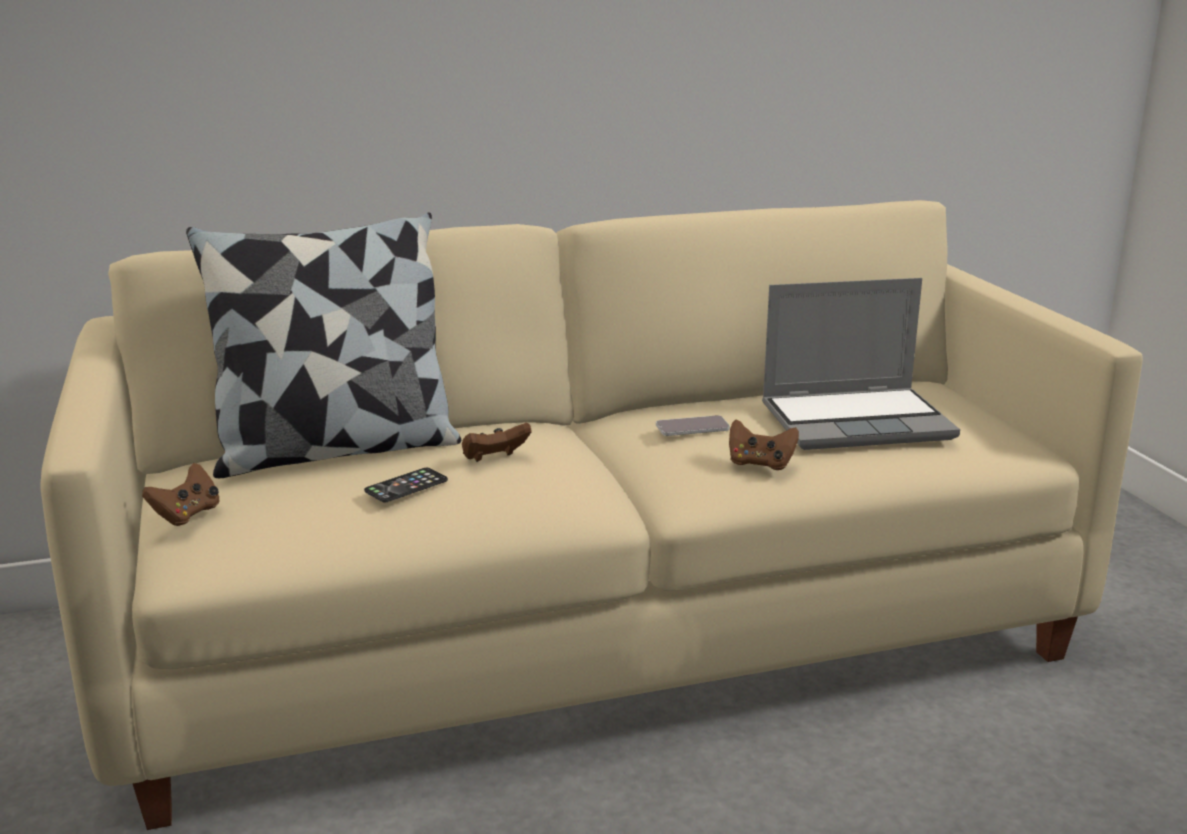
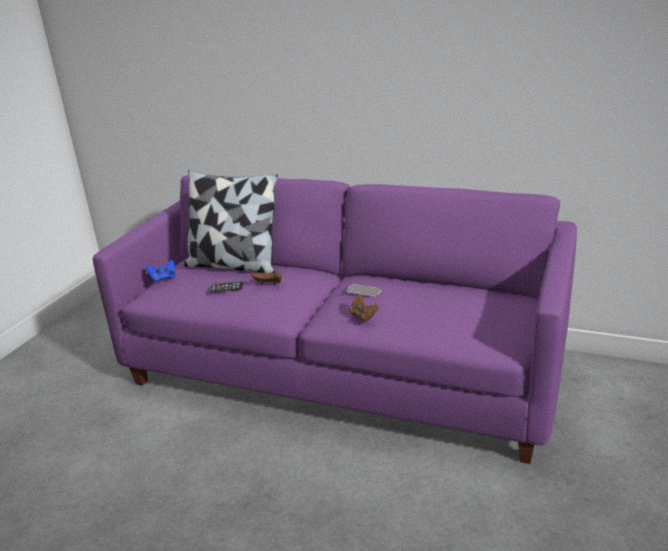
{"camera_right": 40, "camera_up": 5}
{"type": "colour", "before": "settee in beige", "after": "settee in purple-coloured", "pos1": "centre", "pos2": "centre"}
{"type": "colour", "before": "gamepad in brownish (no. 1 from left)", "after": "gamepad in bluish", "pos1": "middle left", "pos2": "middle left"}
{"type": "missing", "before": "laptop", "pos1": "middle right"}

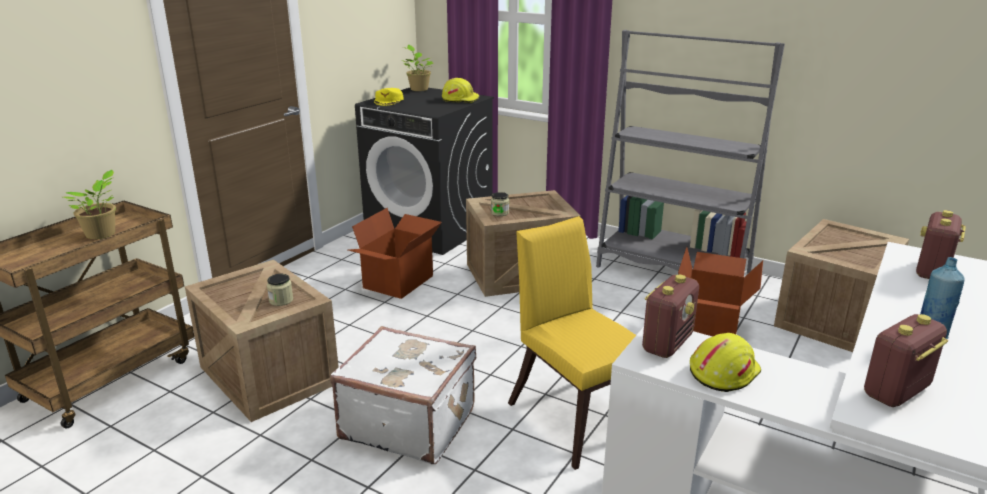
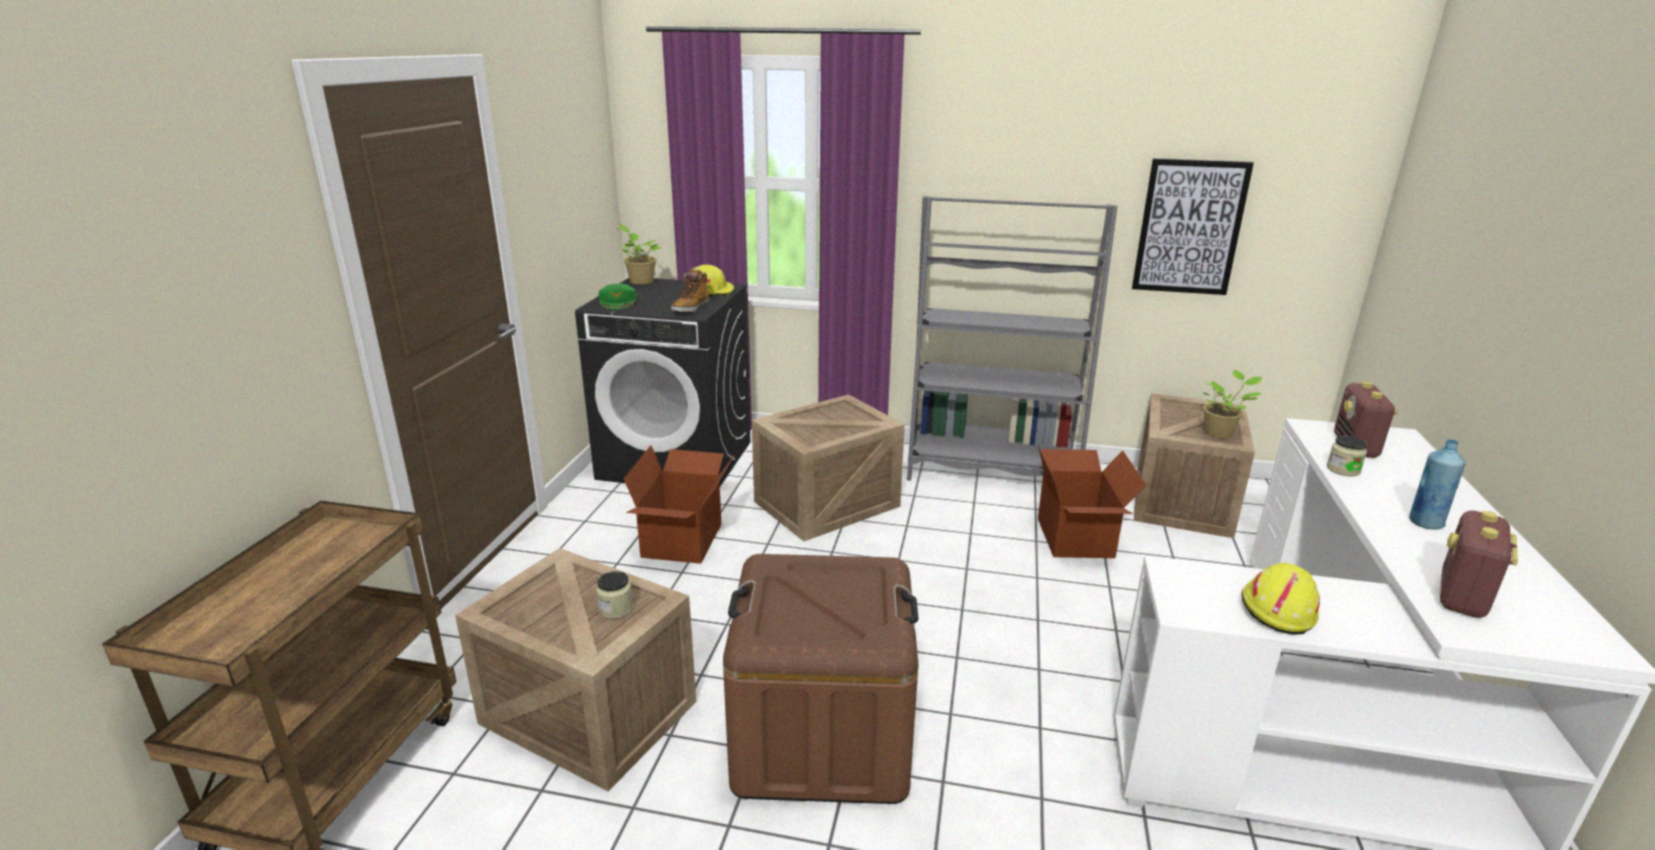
{"camera_right": -20, "camera_up": 0}
{"type": "colour", "before": "peaked cap in yellow-coloured", "after": "peaked cap in green", "pos1": "top centre", "pos2": "centre"}
{"type": "appeared", "after": "high-top boot", "pos2": "centre"}
{"type": "exchanged", "before": "travel case in white", "after": "storage container in brownish", "pos1": "bottom centre", "pos2": "bottom centre"}
{"type": "appeared", "after": "picture", "pos2": "top right"}
{"type": "relocated", "before": "plant in a pot (no. 1 from left in the first image)", "after": "plant in a pot (no. 2 from left)", "pos1": "middle left", "pos2": "middle right"}
{"type": "relocated", "before": "jar (no. 2 from left)", "pos1": "centre", "pos2": "middle right"}
{"type": "missing", "before": "plain chair in yellow-coloured", "pos1": "bottom centre"}
{"type": "missing", "before": "radio receiver (no. 1 from left)", "pos1": "middle right"}

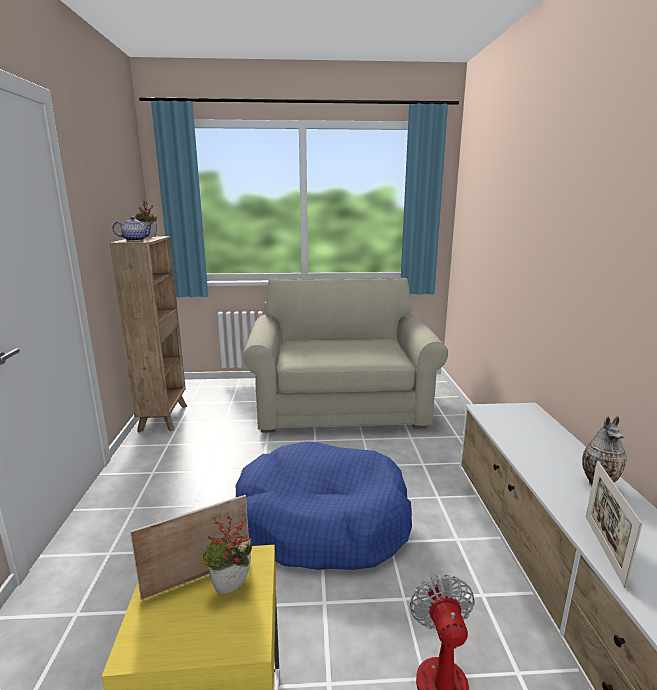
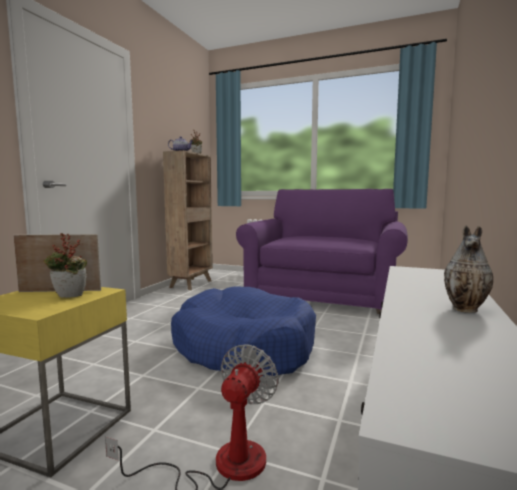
{"camera_right": 25, "camera_up": -10}
{"type": "colour", "before": "settee in beige", "after": "settee in purple-coloured", "pos1": "centre", "pos2": "centre"}
{"type": "missing", "before": "photo frame (no. 2 from left)", "pos1": "bottom right"}

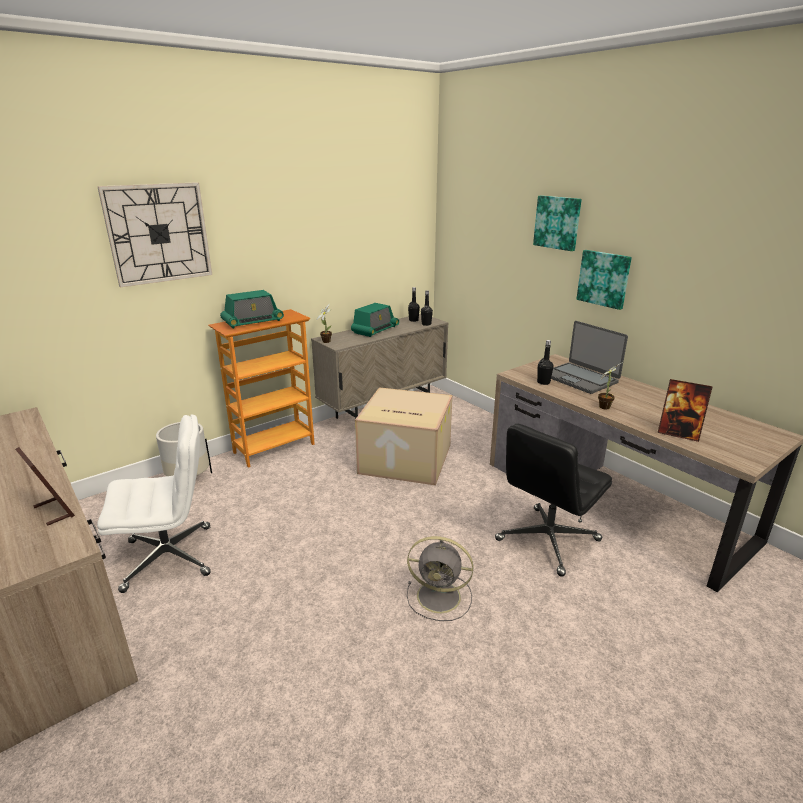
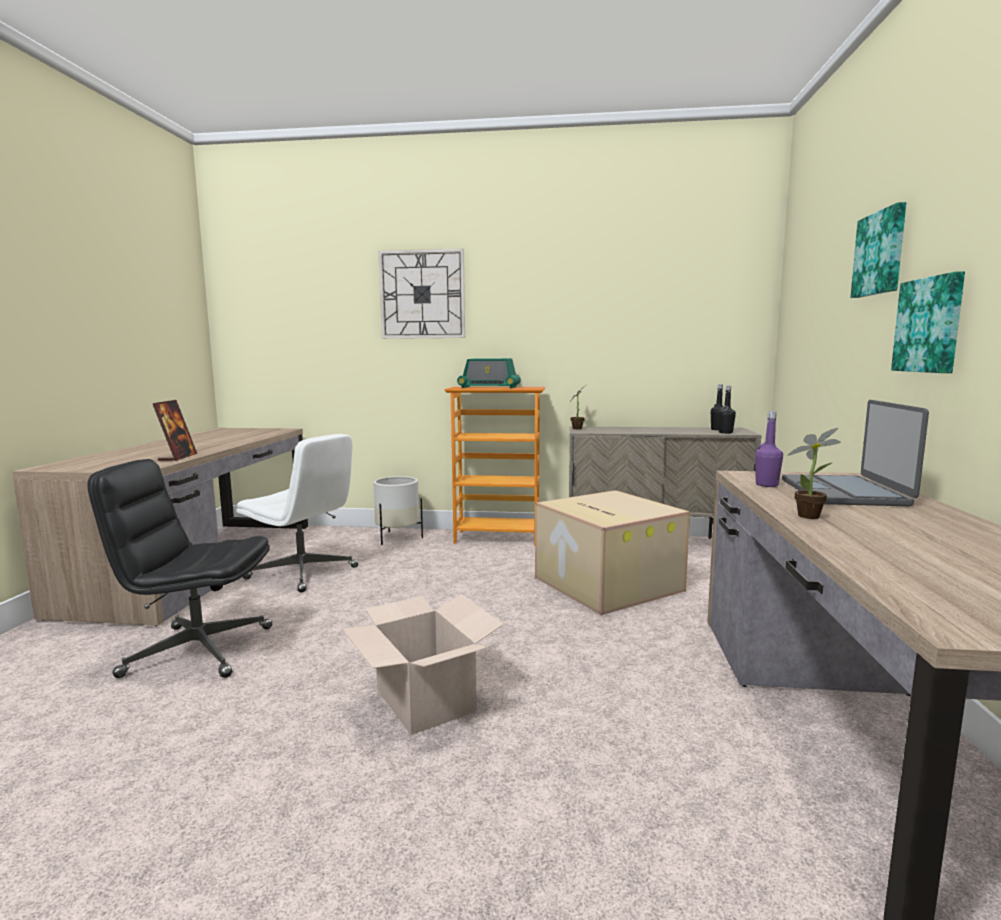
{"camera_right": 45, "camera_up": -15}
{"type": "relocated", "before": "office chair in black-coloured", "pos1": "middle right", "pos2": "middle left"}
{"type": "exchanged", "before": "cooling fan in greyish", "after": "packing box (no. 1 from left)", "pos1": "bottom centre", "pos2": "bottom centre"}
{"type": "colour", "before": "drink bottle in black-coloured (no. 3 from left)", "after": "drink bottle in purple-coloured", "pos1": "middle right", "pos2": "middle right"}
{"type": "missing", "before": "radio receiver (no. 2 from left)", "pos1": "centre"}
{"type": "missing", "before": "photo frame (no. 2 from left)", "pos1": "middle right"}

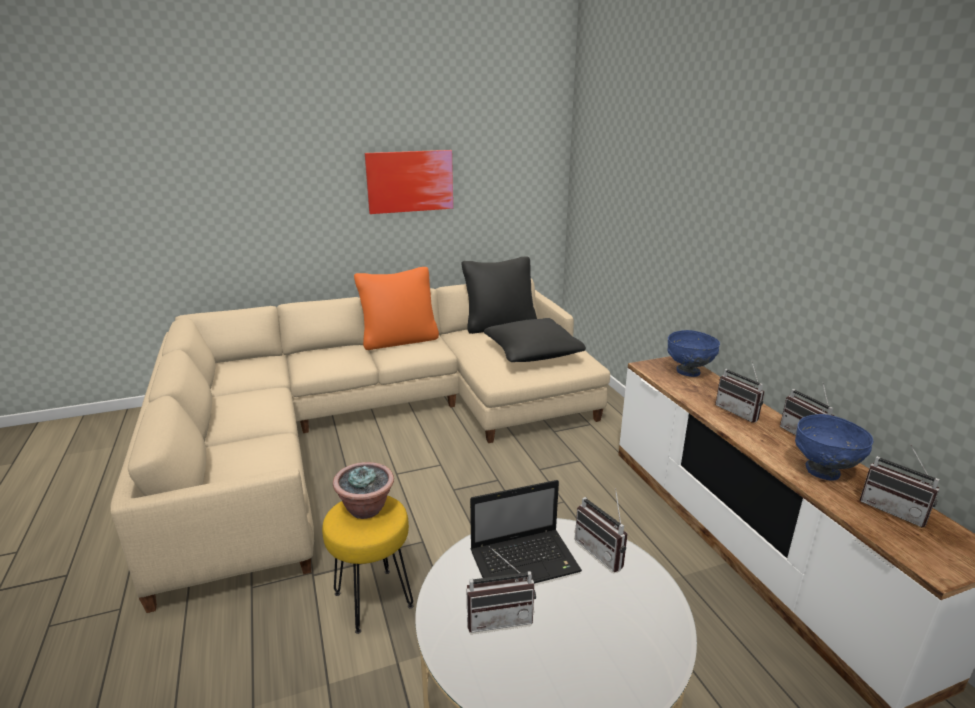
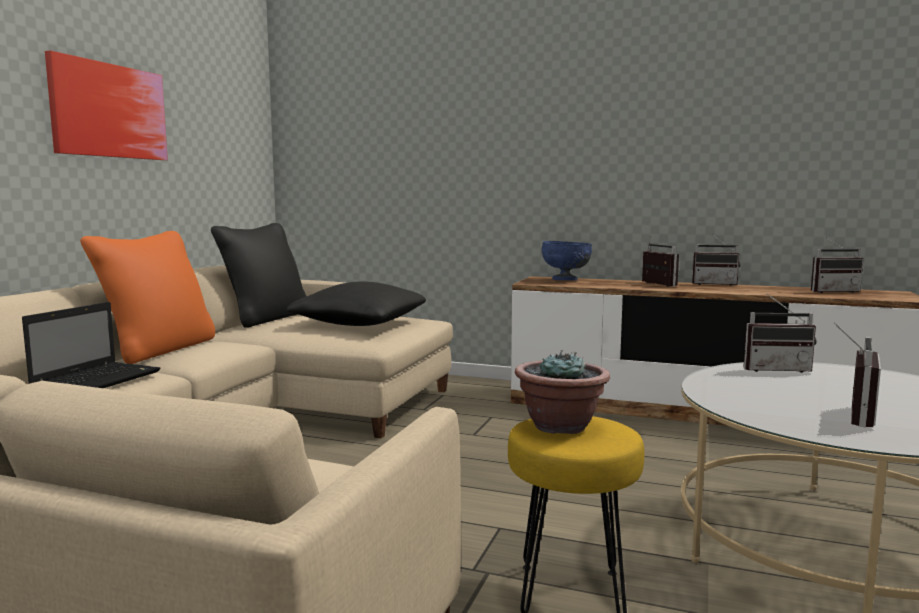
{"camera_right": -50, "camera_up": -15}
{"type": "relocated", "before": "laptop", "pos1": "bottom centre", "pos2": "middle left"}
{"type": "spun", "before": "radio receiver (no. 3 from left in the first image)", "pos1": "middle right", "pos2": "middle right", "turn": -120}
{"type": "missing", "before": "serving bowl in bluish (no. 2 from left)", "pos1": "middle right"}

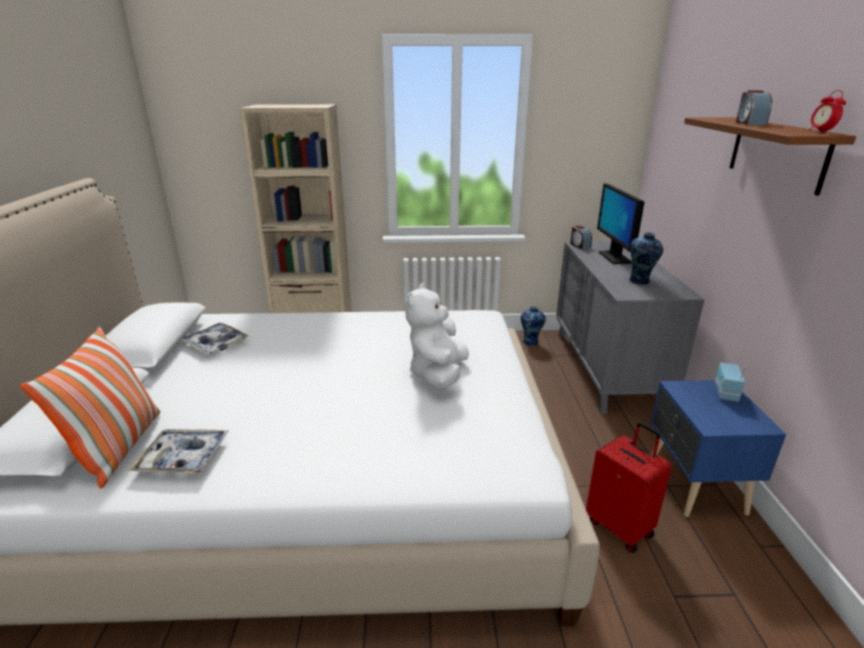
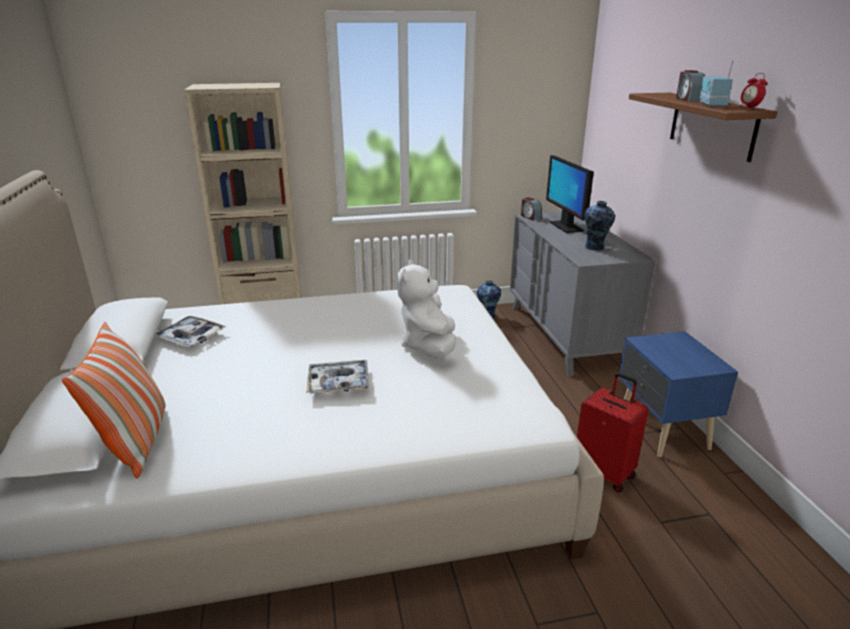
{"camera_right": -10, "camera_up": 0}
{"type": "relocated", "before": "tray (no. 1 from left in the first image)", "after": "tray (no. 2 from left)", "pos1": "bottom left", "pos2": "centre"}
{"type": "relocated", "before": "radio receiver", "pos1": "middle right", "pos2": "top right"}

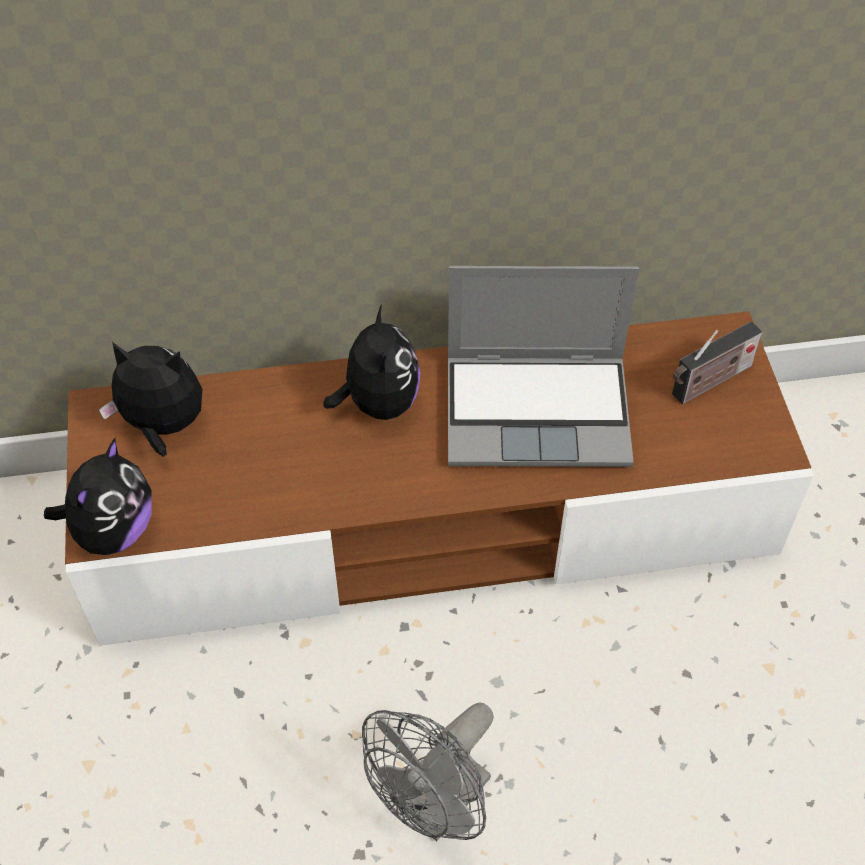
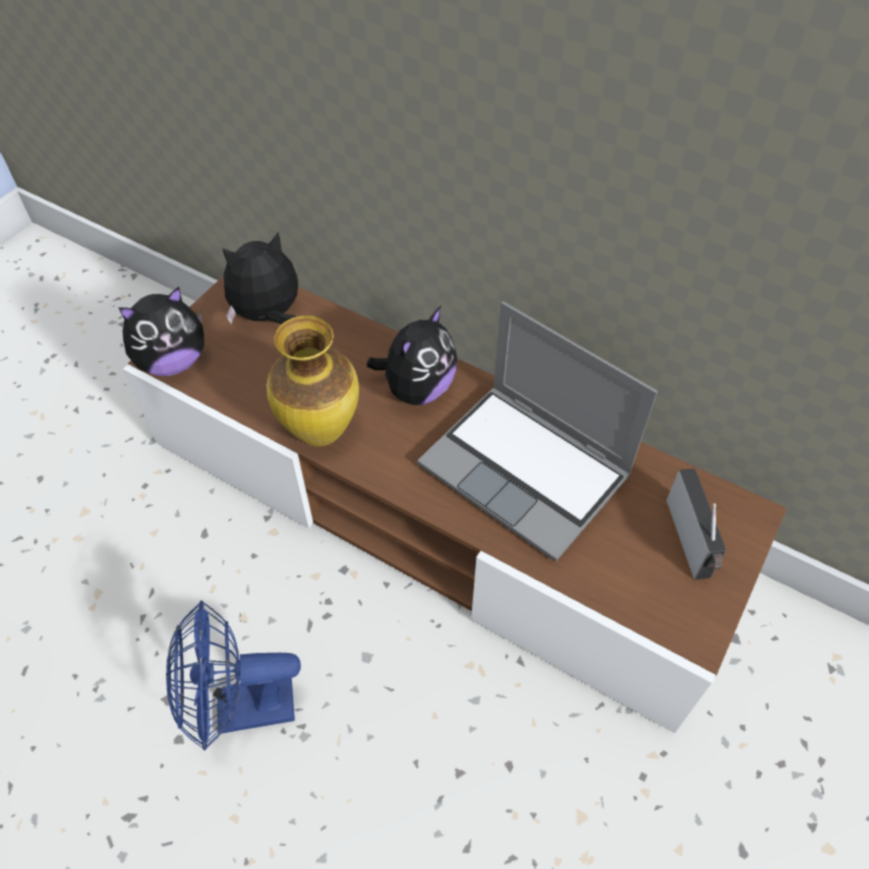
{"camera_right": 40, "camera_up": 0}
{"type": "colour", "before": "cooling fan in greyish", "after": "cooling fan in bluish", "pos1": "bottom centre", "pos2": "bottom left"}
{"type": "spun", "before": "plush toy (no. 2 from left)", "pos1": "middle left", "pos2": "top left", "turn": -75}
{"type": "appeared", "after": "decorative vase", "pos2": "centre"}
{"type": "spun", "before": "radio receiver", "pos1": "middle right", "pos2": "middle right", "turn": -105}

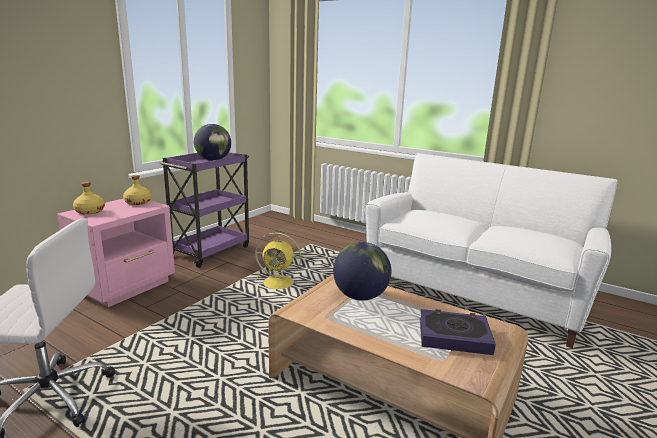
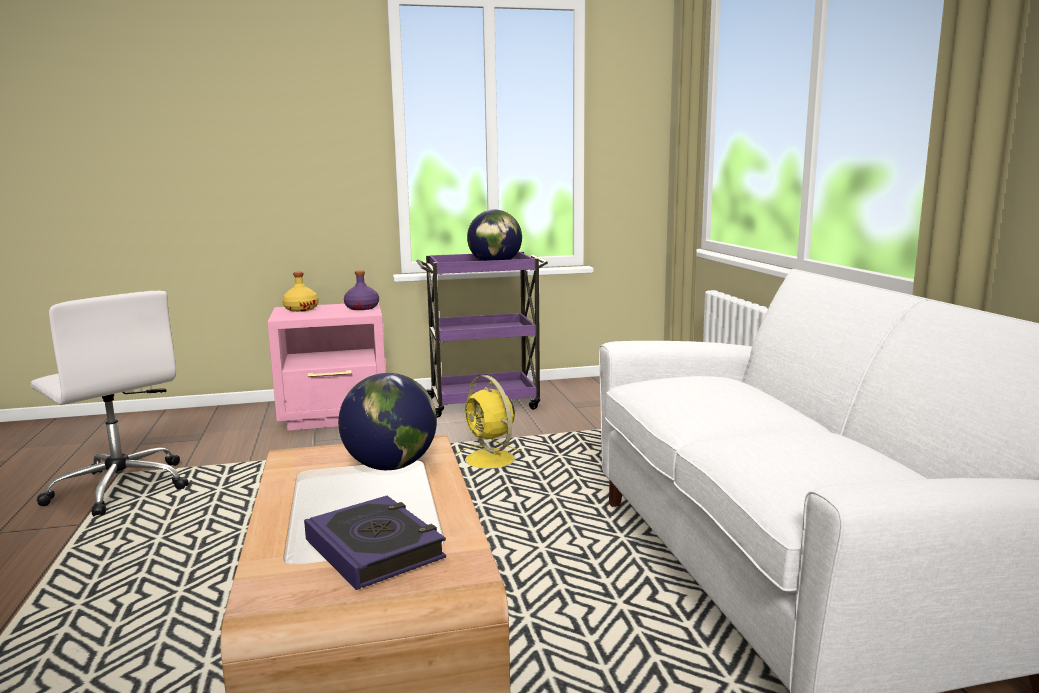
{"camera_right": 45, "camera_up": -5}
{"type": "colour", "before": "drink bottle in yellow-coloured (no. 2 from left)", "after": "drink bottle in purple-coloured", "pos1": "middle left", "pos2": "centre"}

